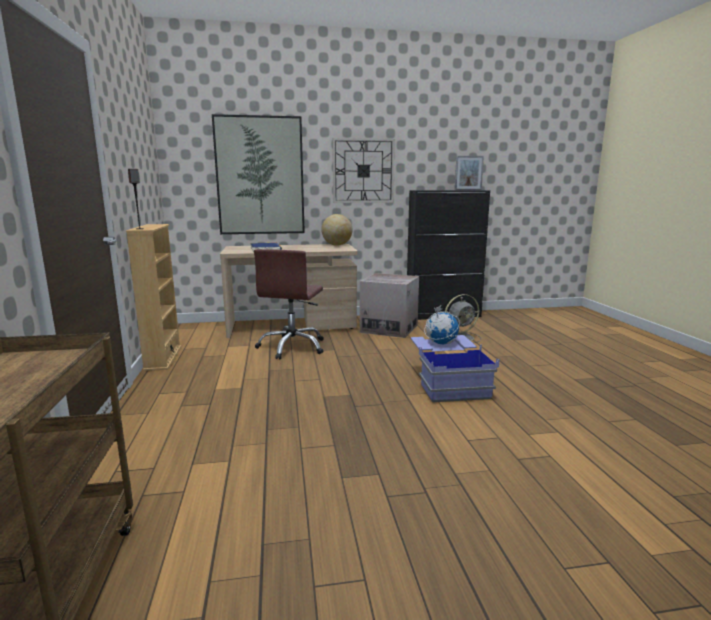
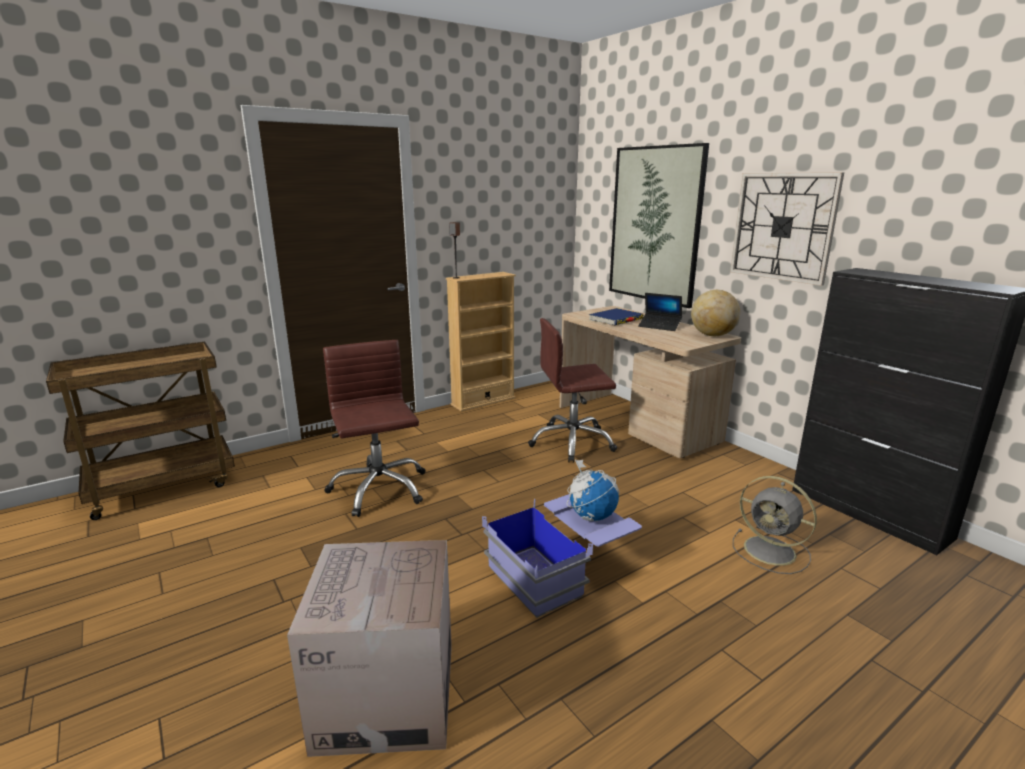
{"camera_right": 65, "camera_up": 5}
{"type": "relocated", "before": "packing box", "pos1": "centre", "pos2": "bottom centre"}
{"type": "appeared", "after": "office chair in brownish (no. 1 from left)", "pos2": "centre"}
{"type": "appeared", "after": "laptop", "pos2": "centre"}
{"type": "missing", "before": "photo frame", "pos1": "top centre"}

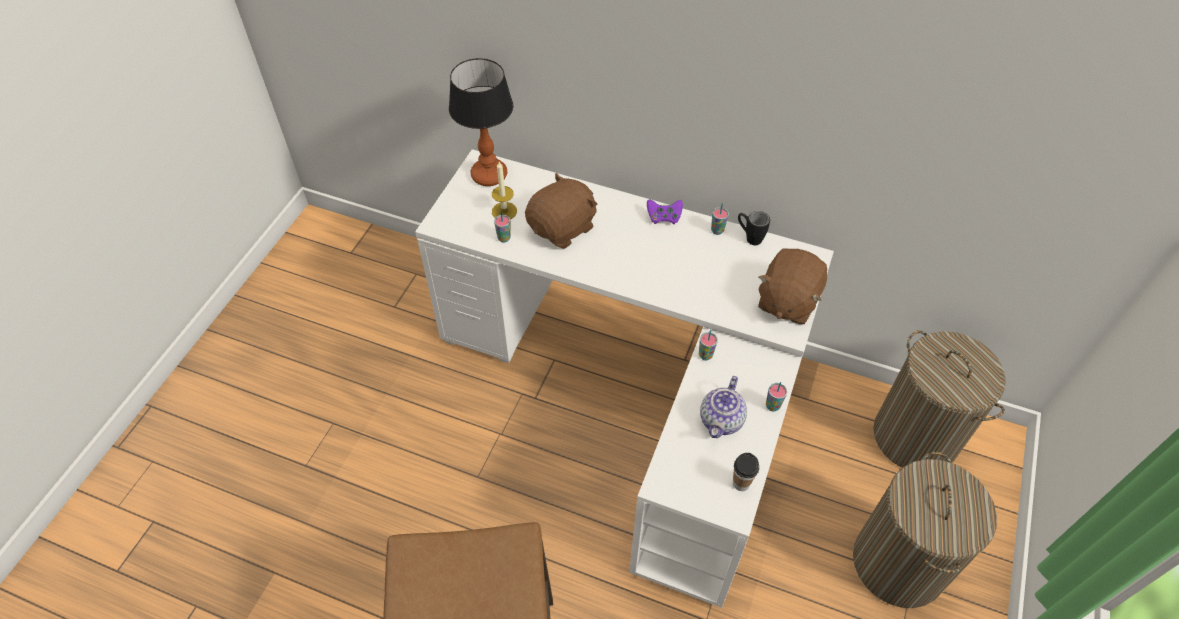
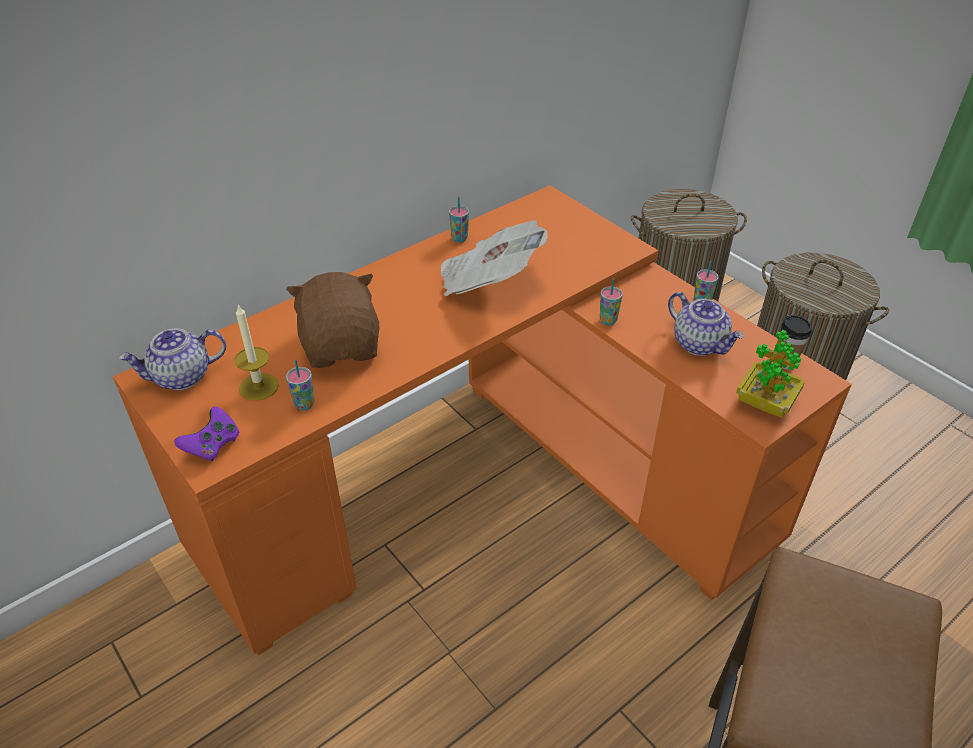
{"camera_right": -60, "camera_up": -10}
{"type": "colour", "before": "desk in white", "after": "desk in orangey", "pos1": "centre", "pos2": "centre"}
{"type": "exchanged", "before": "lamp for a table", "after": "teapot (no. 1 from left)", "pos1": "top centre", "pos2": "middle left"}
{"type": "relocated", "before": "gamepad in purple-coloured", "pos1": "centre", "pos2": "middle left"}
{"type": "appeared", "after": "printed paper", "pos2": "centre"}
{"type": "appeared", "after": "plant in a pot", "pos2": "middle right"}
{"type": "missing", "before": "mug in black-coloured", "pos1": "centre"}
{"type": "missing", "before": "plush toy in brownish (no. 2 from left)", "pos1": "middle right"}

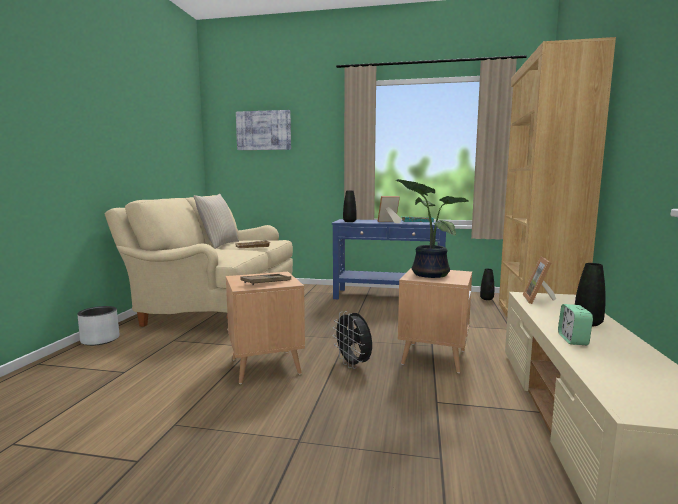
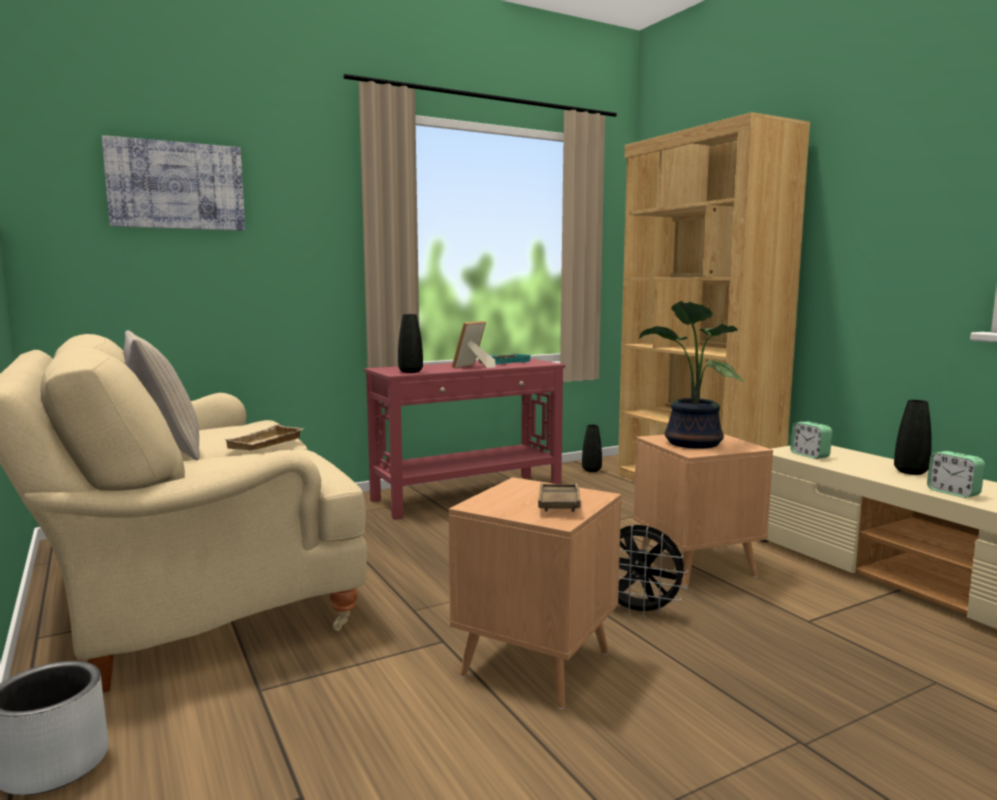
{"camera_right": -40, "camera_up": 0}
{"type": "colour", "before": "hall table in bluish", "after": "hall table in reddish", "pos1": "centre", "pos2": "centre"}
{"type": "exchanged", "before": "photo frame (no. 2 from left)", "after": "alarm clock (no. 1 from left)", "pos1": "middle right", "pos2": "middle right"}

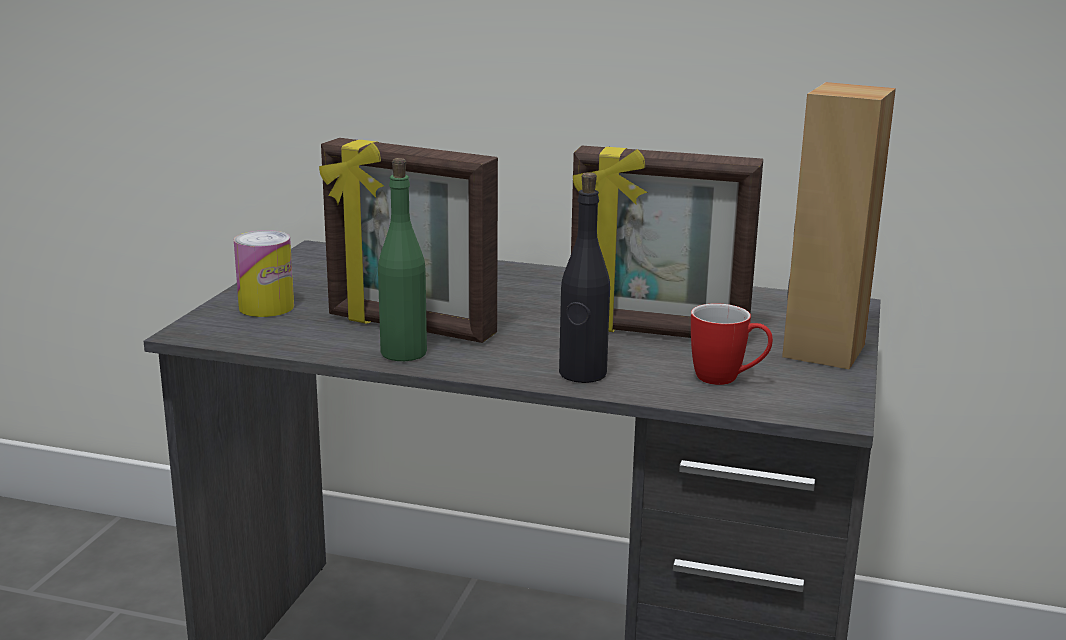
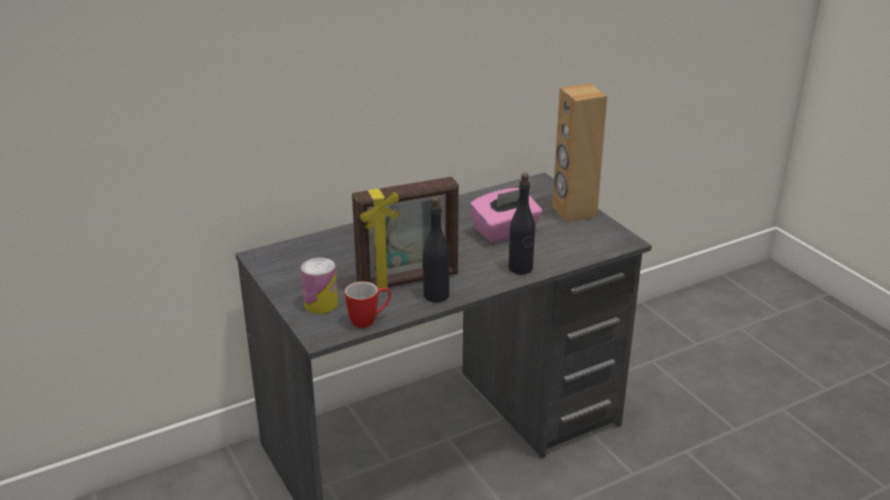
{"camera_right": -45, "camera_up": 10}
{"type": "relocated", "before": "mug", "pos1": "middle right", "pos2": "centre"}
{"type": "colour", "before": "drink bottle in green", "after": "drink bottle in black-coloured (no. 1 from left)", "pos1": "centre", "pos2": "centre"}
{"type": "exchanged", "before": "photo frame (no. 2 from left)", "after": "tissue holder in pink", "pos1": "centre", "pos2": "centre"}

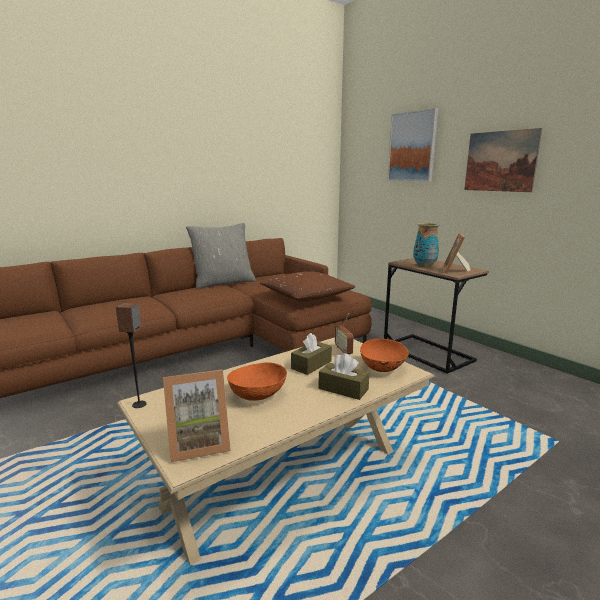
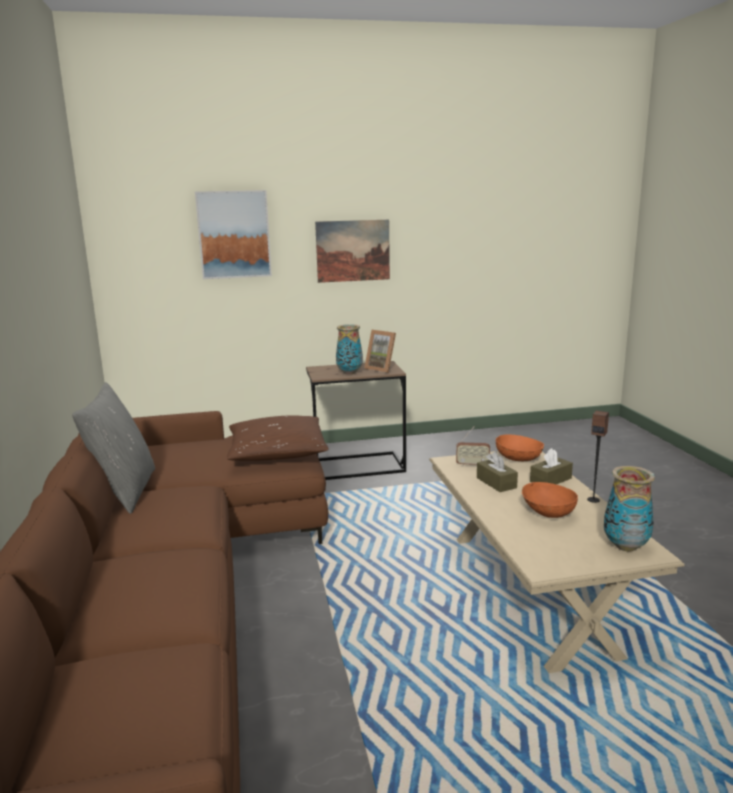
{"camera_right": -65, "camera_up": 0}
{"type": "relocated", "before": "loudspeaker", "pos1": "middle left", "pos2": "middle right"}
{"type": "exchanged", "before": "photo frame (no. 1 from left)", "after": "decorative vase (no. 2 from left)", "pos1": "bottom left", "pos2": "middle right"}

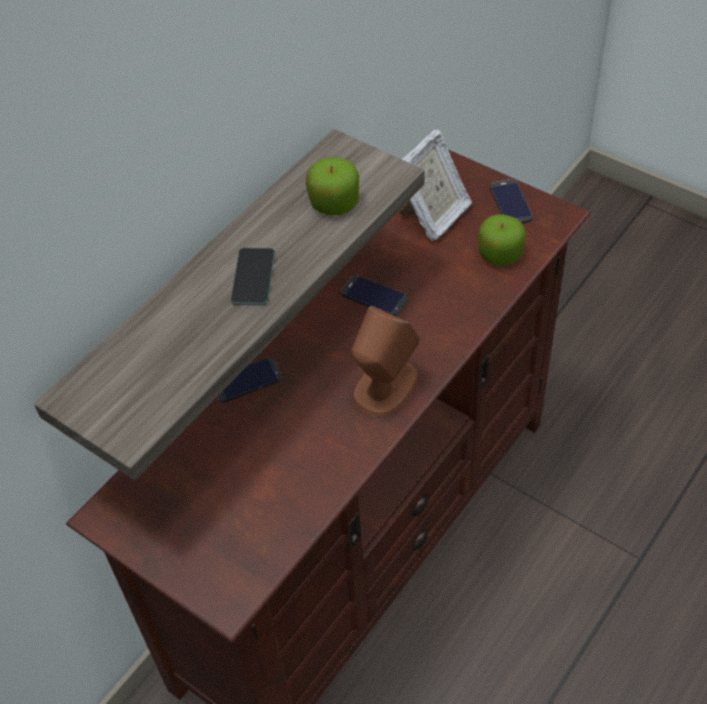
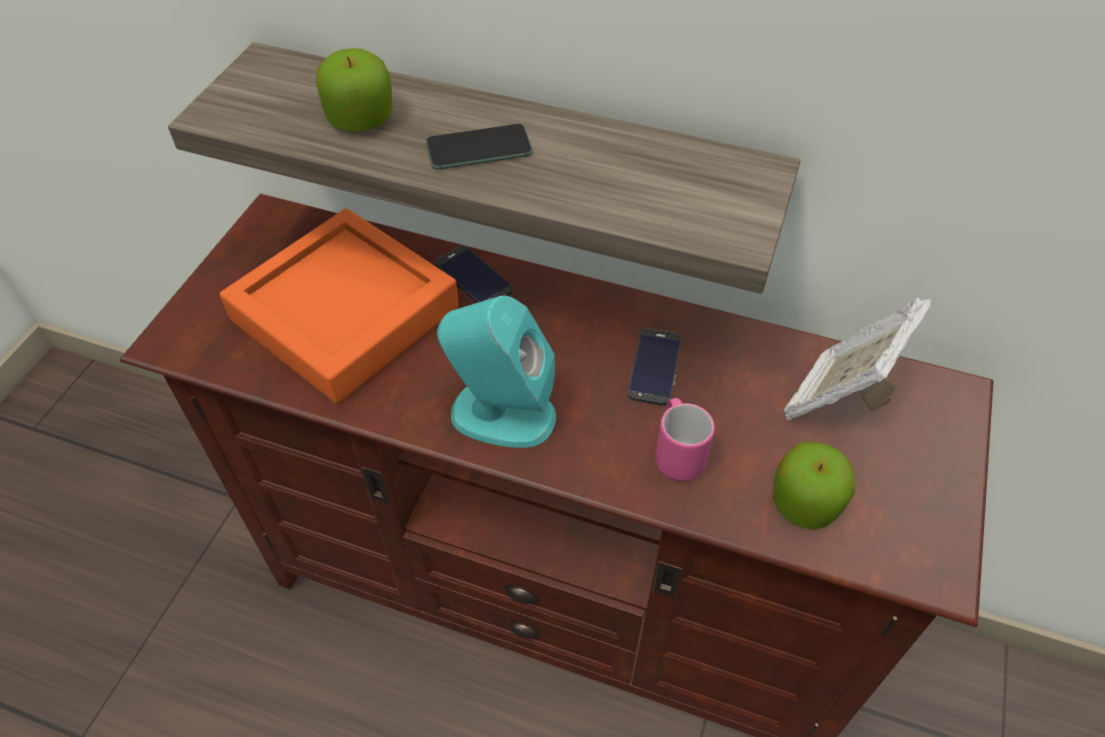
{"camera_right": 70, "camera_up": 0}
{"type": "appeared", "after": "tray in orangey", "pos2": "middle left"}
{"type": "relocated", "before": "whole apple (no. 1 from left)", "pos1": "top centre", "pos2": "top left"}
{"type": "colour", "before": "loudspeaker in brownish", "after": "loudspeaker in turquoise-coloured", "pos1": "centre", "pos2": "centre"}
{"type": "appeared", "after": "mug in pink", "pos2": "centre"}
{"type": "spun", "before": "photo frame", "pos1": "top centre", "pos2": "middle right", "turn": 105}
{"type": "missing", "before": "handset (no. 4 from left)", "pos1": "top right"}

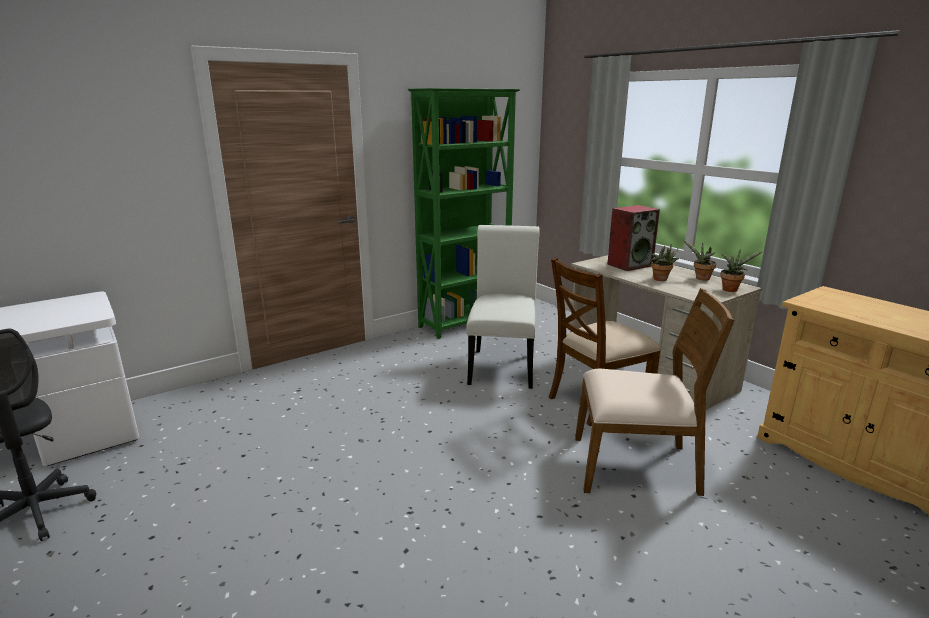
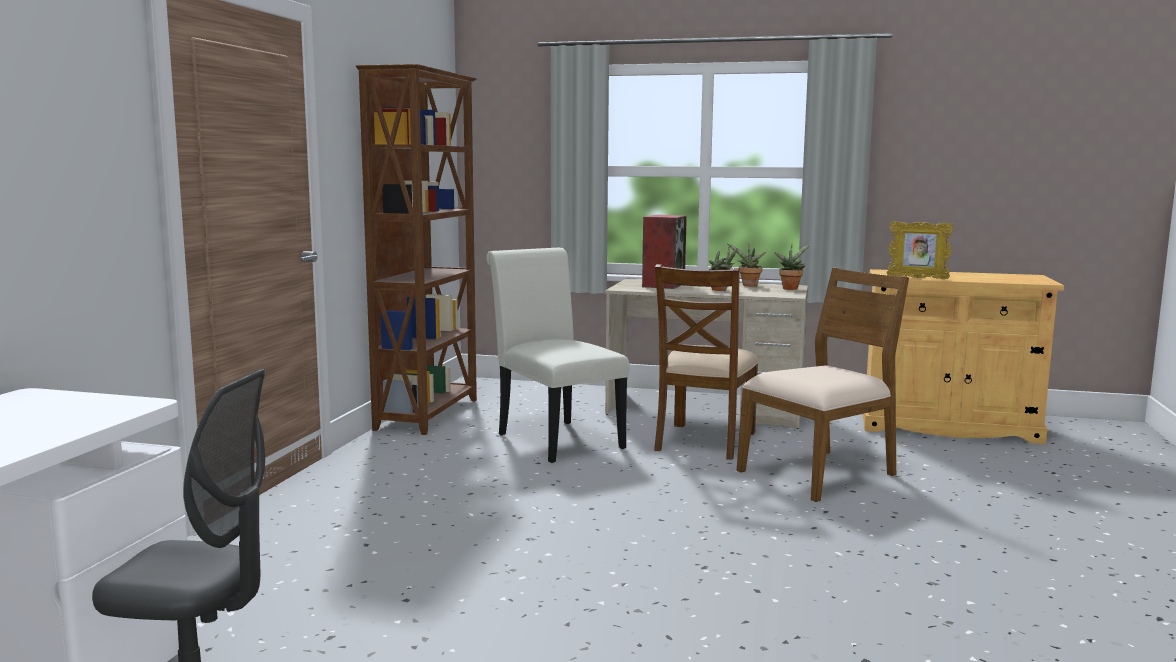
{"camera_right": -40, "camera_up": -10}
{"type": "colour", "before": "shelving unit in green", "after": "shelving unit in brownish", "pos1": "centre", "pos2": "centre"}
{"type": "appeared", "after": "photo frame", "pos2": "middle right"}

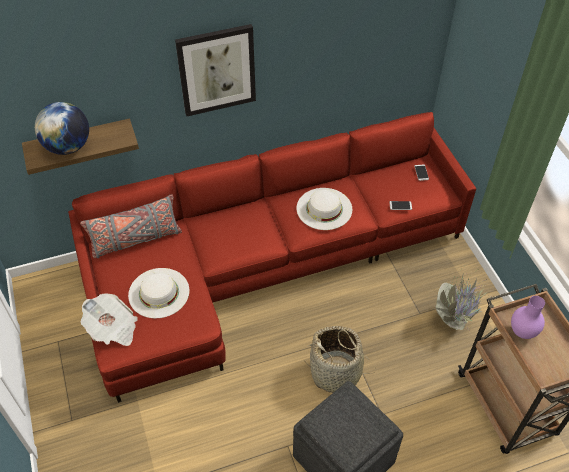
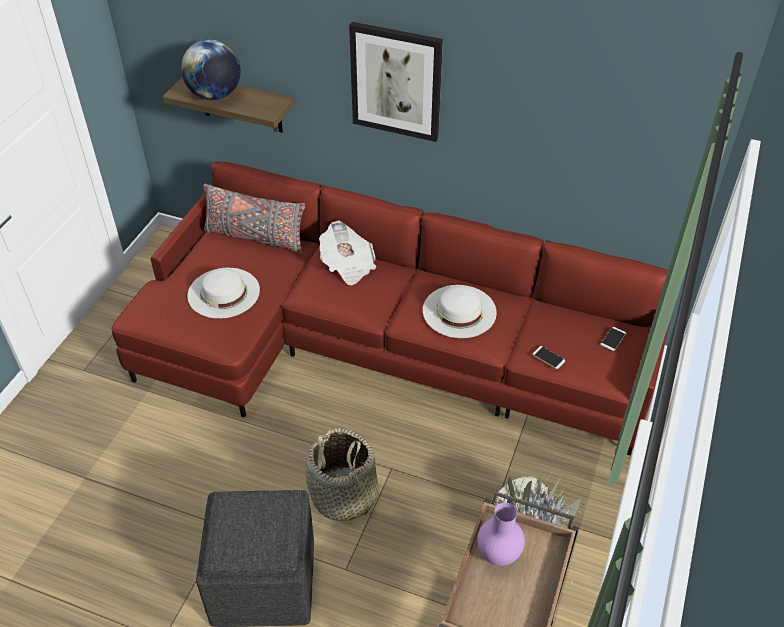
{"camera_right": 40, "camera_up": -5}
{"type": "relocated", "before": "printed paper", "pos1": "bottom left", "pos2": "centre"}

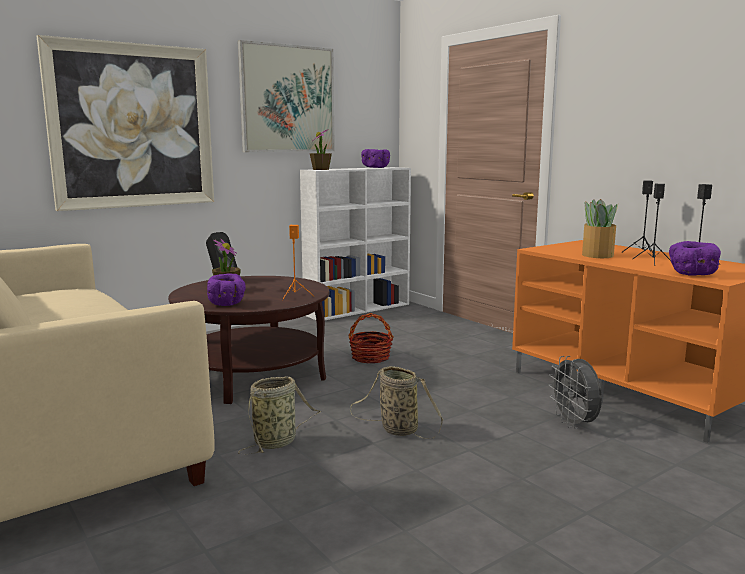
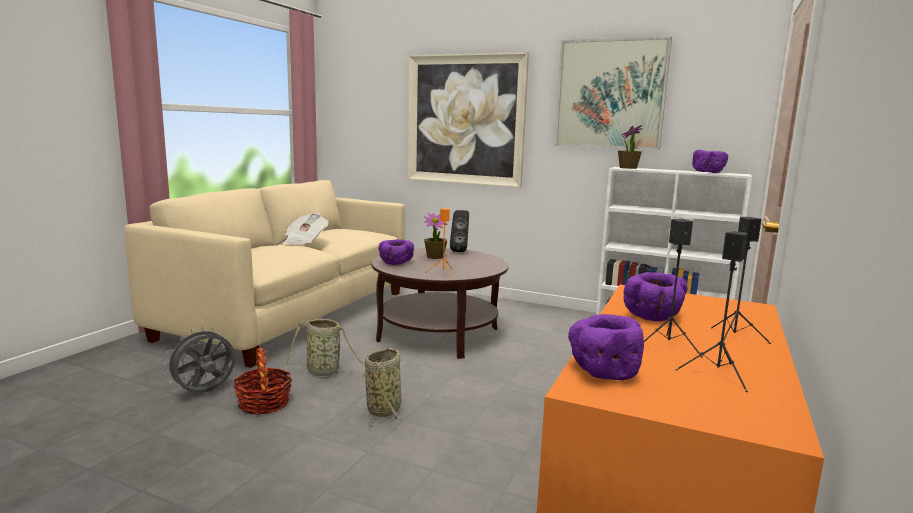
{"camera_right": 60, "camera_up": 0}
{"type": "relocated", "before": "cooling fan in greyish", "pos1": "bottom right", "pos2": "bottom left"}
{"type": "relocated", "before": "storage basket (no. 2 from left in the first image)", "after": "storage basket (no. 1 from left)", "pos1": "centre", "pos2": "bottom left"}
{"type": "appeared", "after": "printed paper", "pos2": "centre"}
{"type": "exchanged", "before": "plant in a pot (no. 3 from left)", "after": "serving bowl in purple-coloured (no. 3 from left)", "pos1": "middle right", "pos2": "middle right"}

